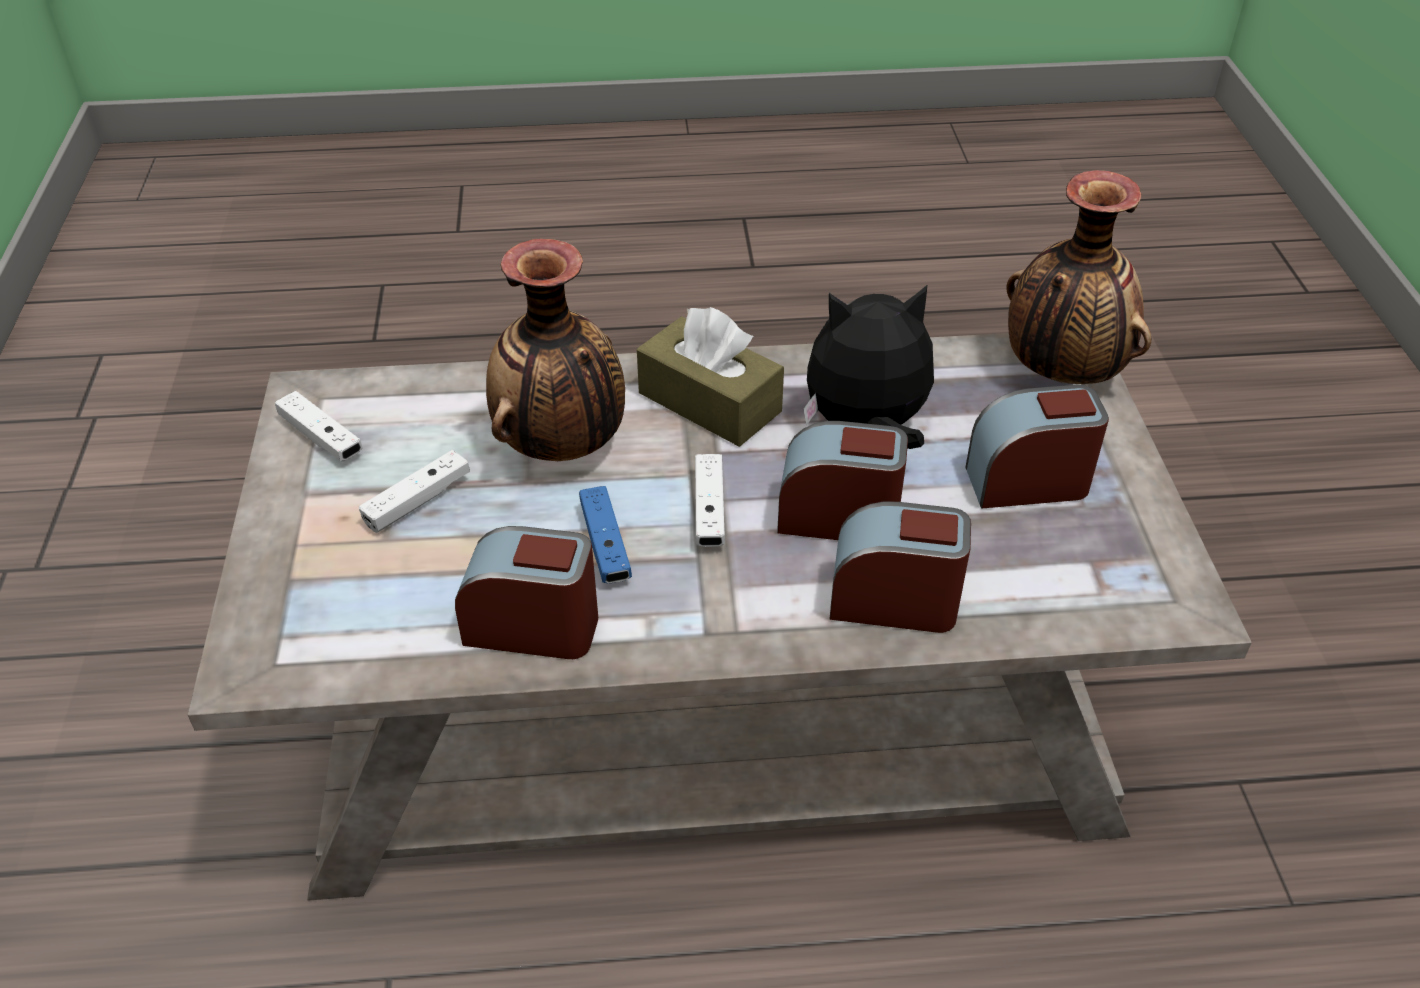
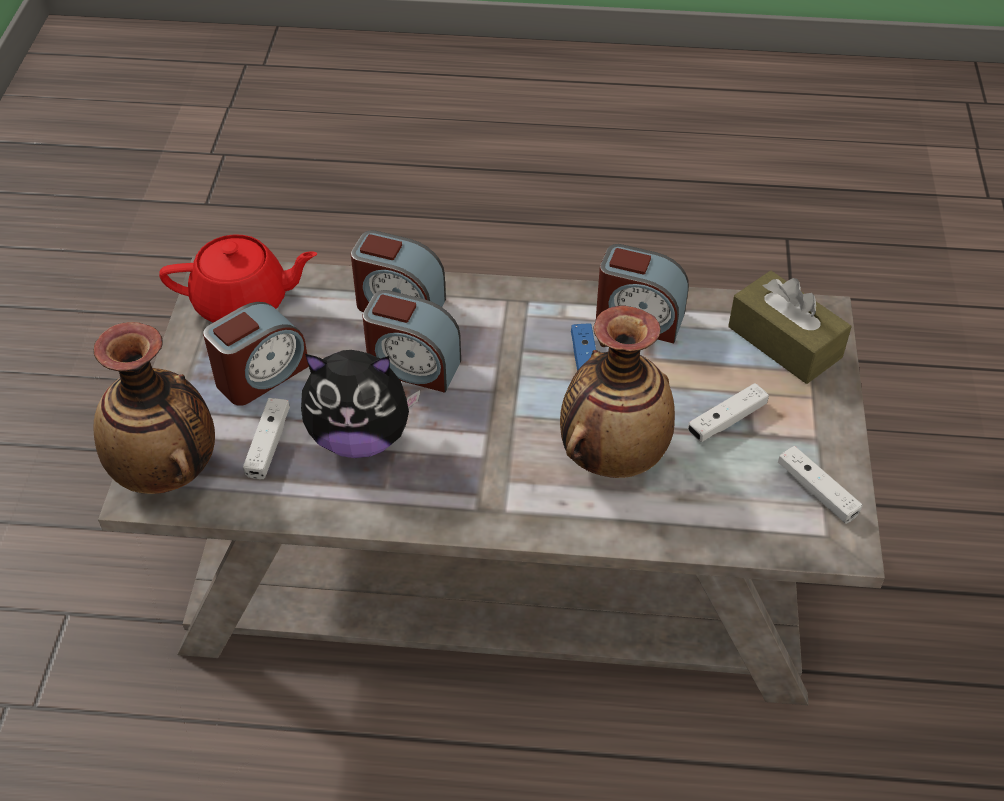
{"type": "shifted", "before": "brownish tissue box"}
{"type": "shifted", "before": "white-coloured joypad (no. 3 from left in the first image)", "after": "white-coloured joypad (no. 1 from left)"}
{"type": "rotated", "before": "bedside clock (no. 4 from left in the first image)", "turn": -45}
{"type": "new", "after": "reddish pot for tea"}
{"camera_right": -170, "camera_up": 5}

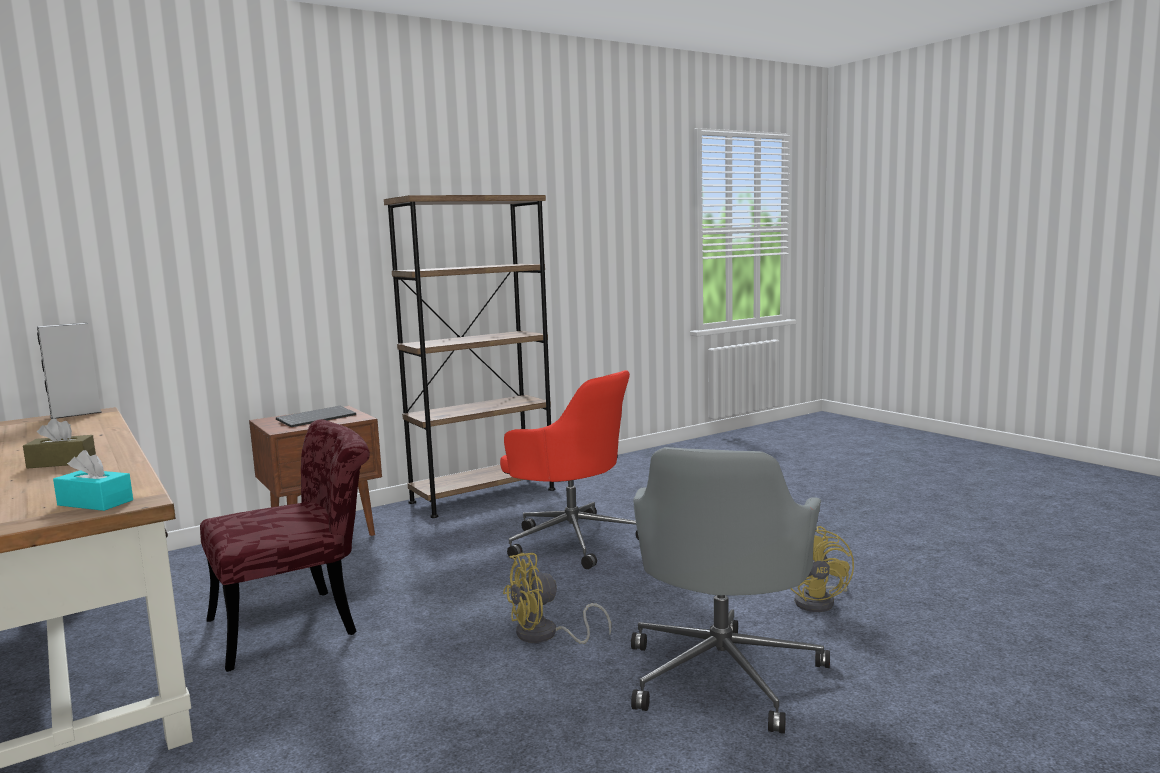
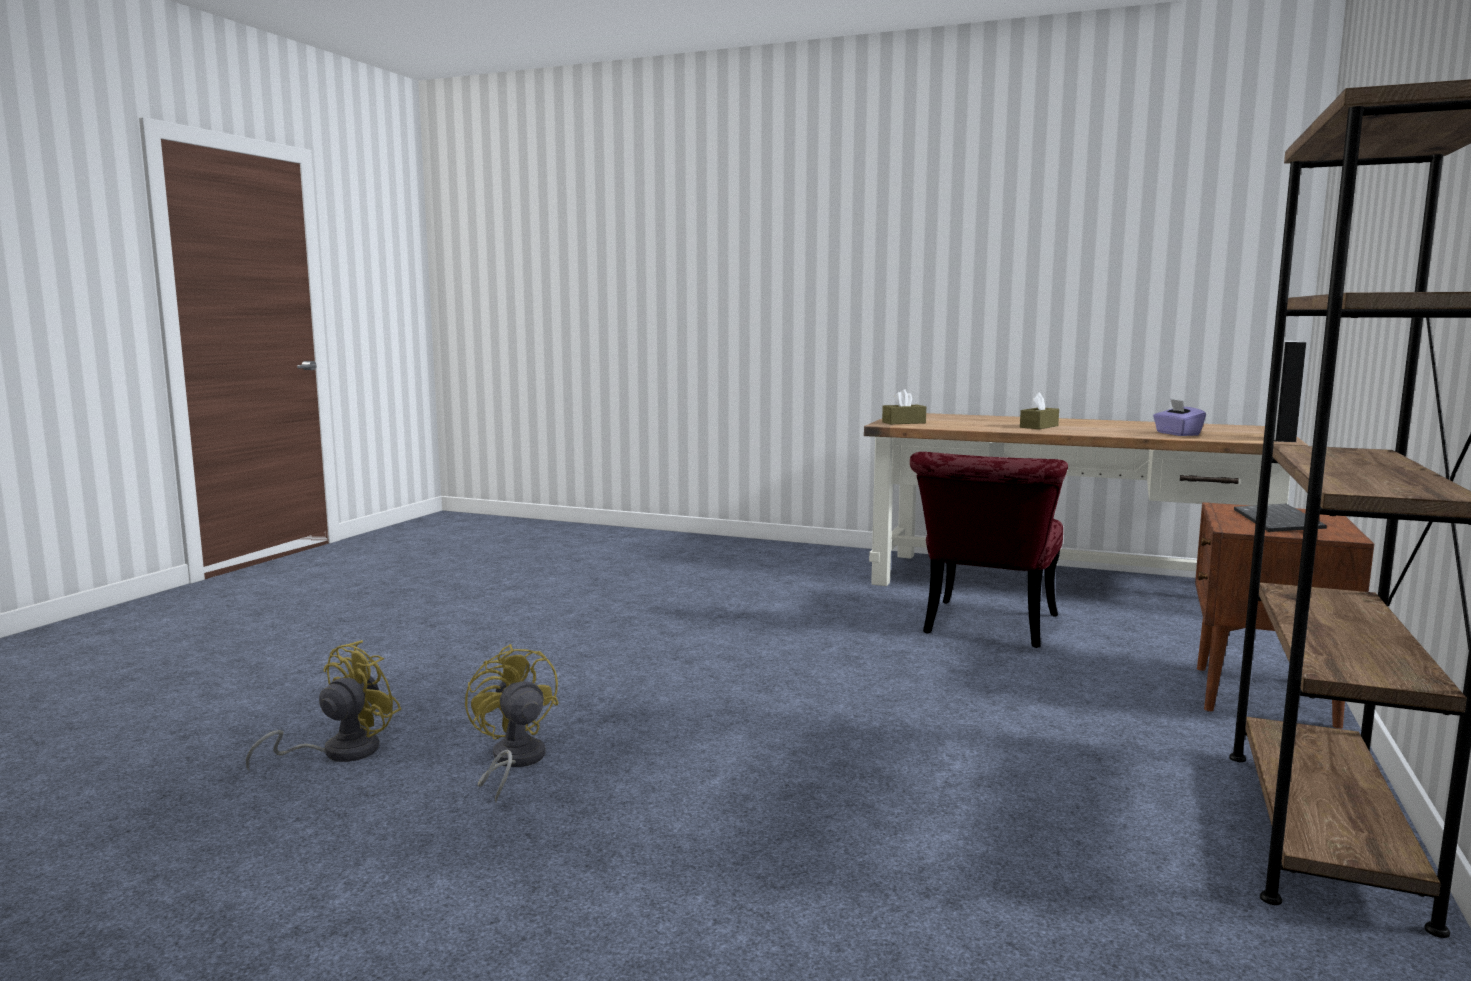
{"type": "repainted", "before": "turquoise-coloured tissue box", "after": "brownish tissue box (no. 1 from left)"}
{"type": "gone", "before": "reddish office chair"}
{"type": "shifted", "before": "yellowish cooling fan (no. 1 from left)"}
{"type": "gone", "before": "grey office chair"}
{"type": "new", "after": "purple-coloured tissue box"}
{"camera_right": 145, "camera_up": 0}

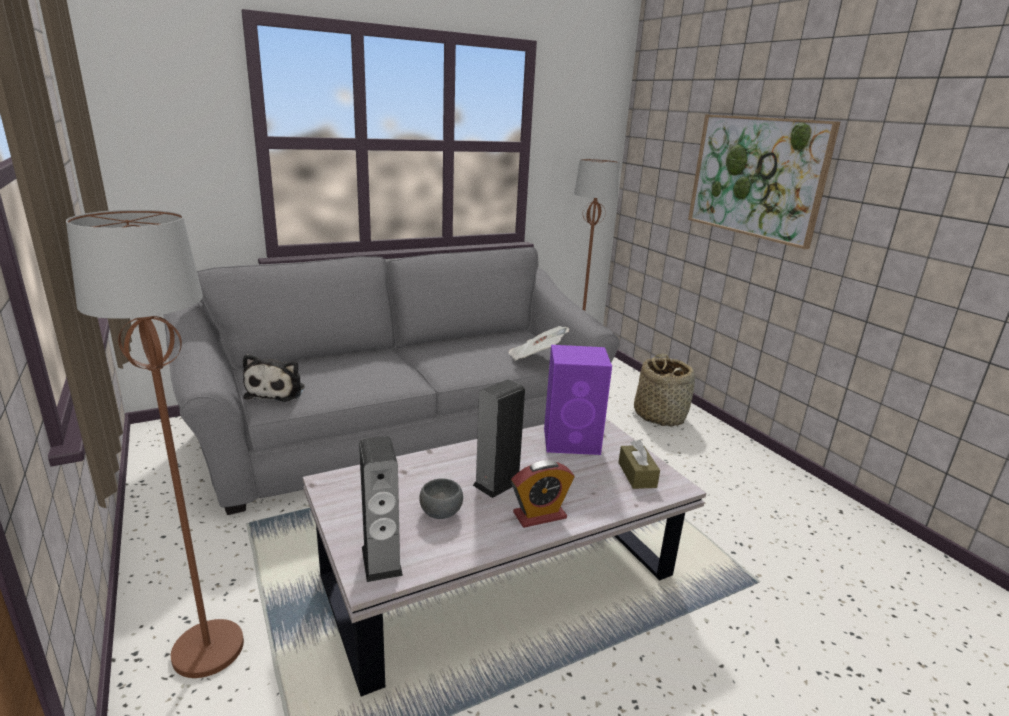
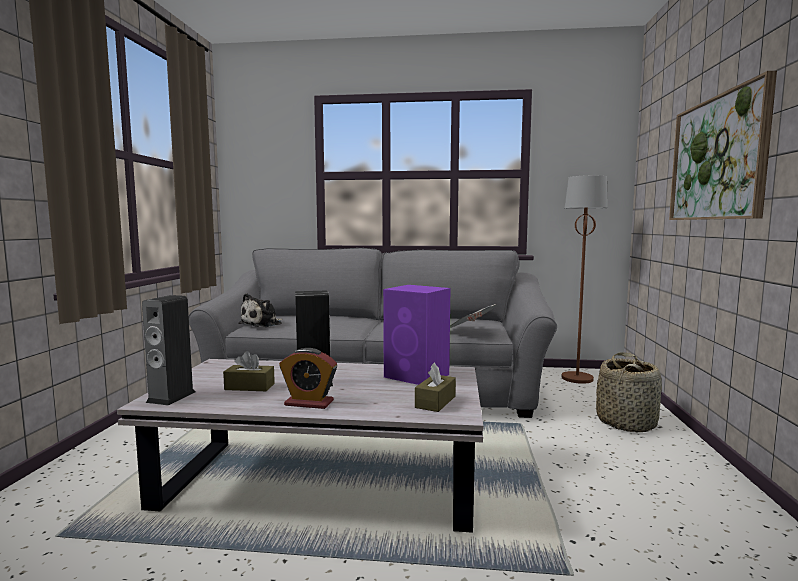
{"type": "gone", "before": "brownish floor lamp (no. 1 from left)"}
{"type": "swapped", "before": "grey deep dish", "after": "brownish tissue box (no. 1 from left)"}
{"camera_right": 35, "camera_up": -15}

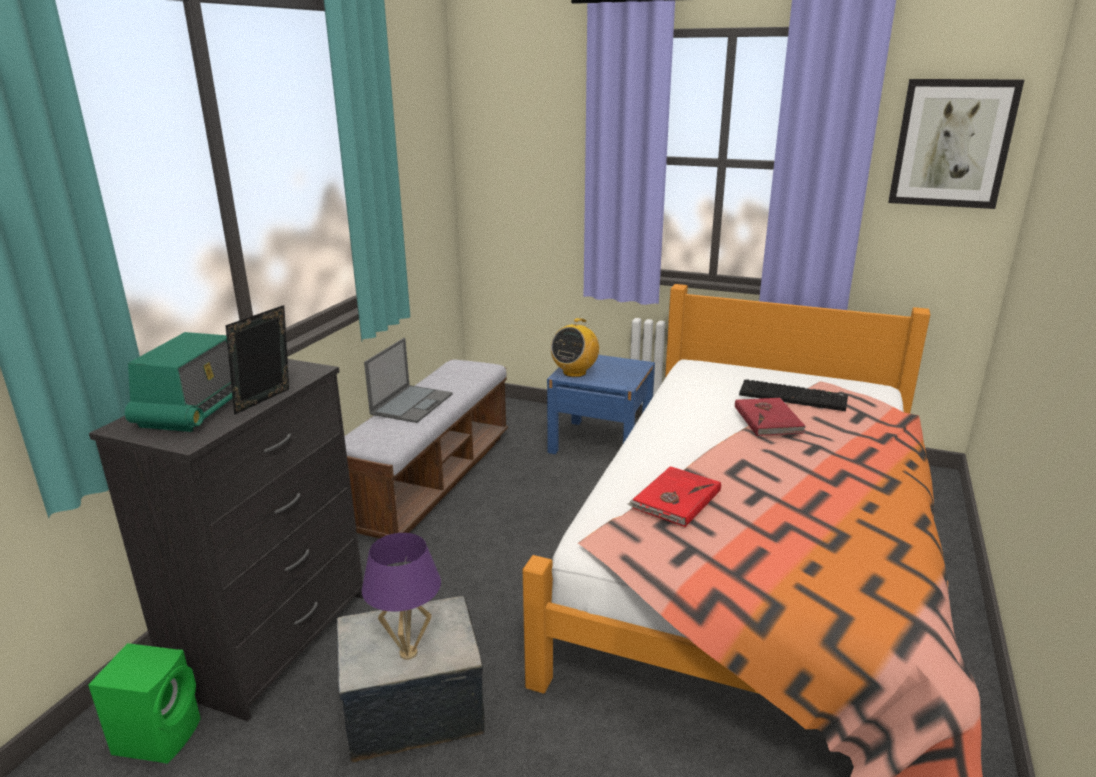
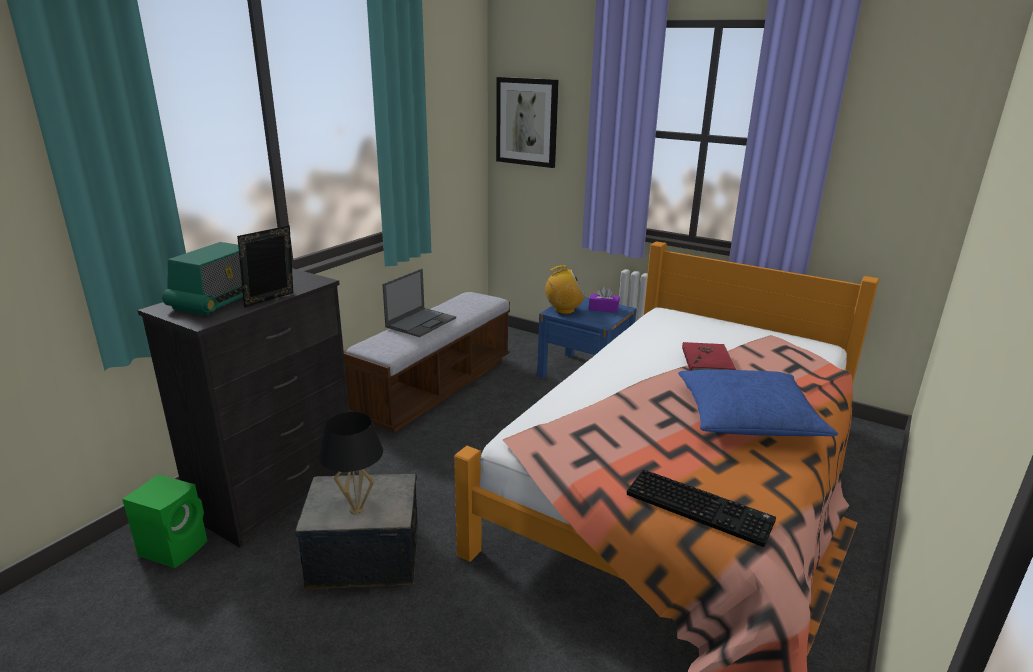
{"type": "repainted", "before": "purple-coloured table lamp", "after": "black table lamp"}
{"type": "rotated", "before": "radio (no. 2 from left)", "turn": -135}
{"type": "gone", "before": "reddish bound book (no. 1 from left)"}
{"type": "shifted", "before": "PC keyboard"}
{"type": "shifted", "before": "picture"}
{"type": "new", "after": "purple-coloured tissue box"}
{"type": "new", "after": "blue-coloured cushion"}
{"camera_right": 10, "camera_up": 0}

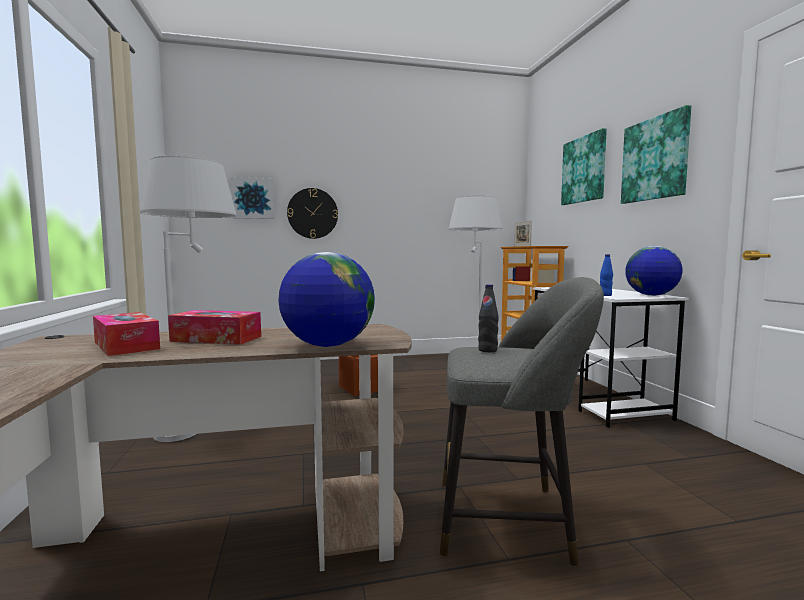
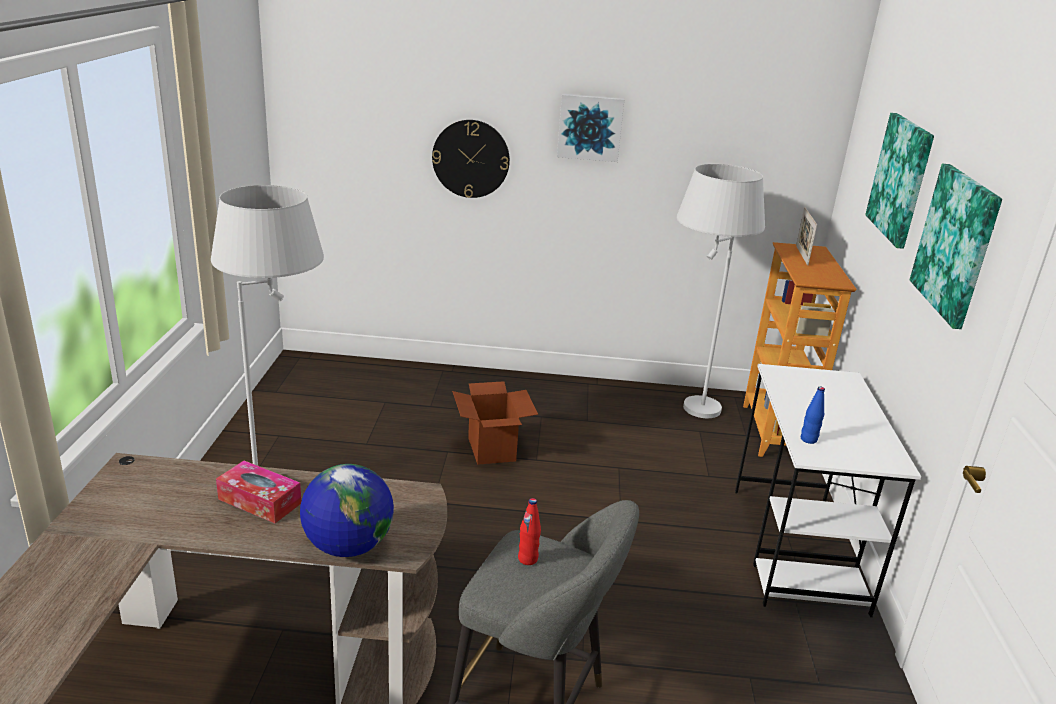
{"type": "gone", "before": "tissue box (no. 1 from left)"}
{"type": "shifted", "before": "picture (no. 1 from left)"}
{"type": "repainted", "before": "black bottle", "after": "reddish bottle"}
{"type": "gone", "before": "world globe (no. 2 from left)"}
{"camera_right": 15, "camera_up": 20}

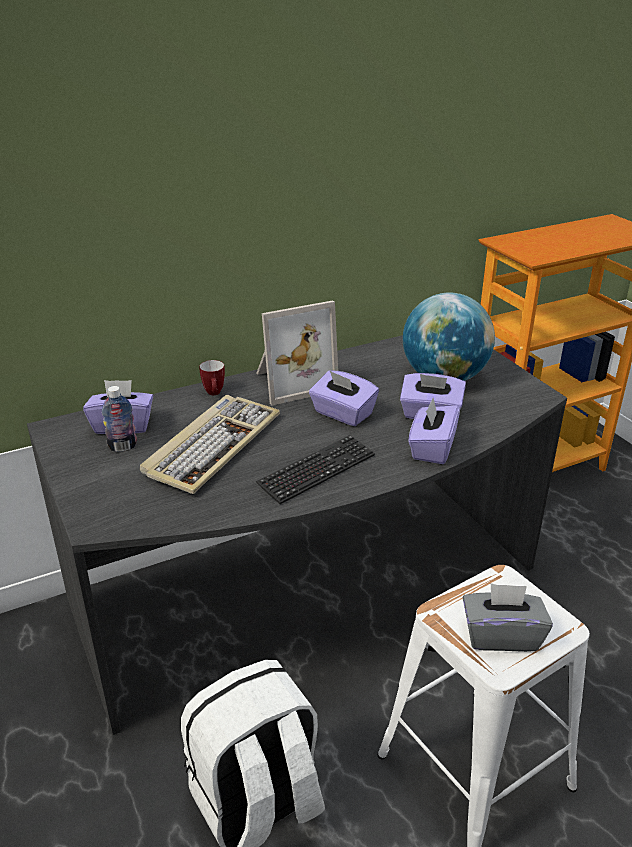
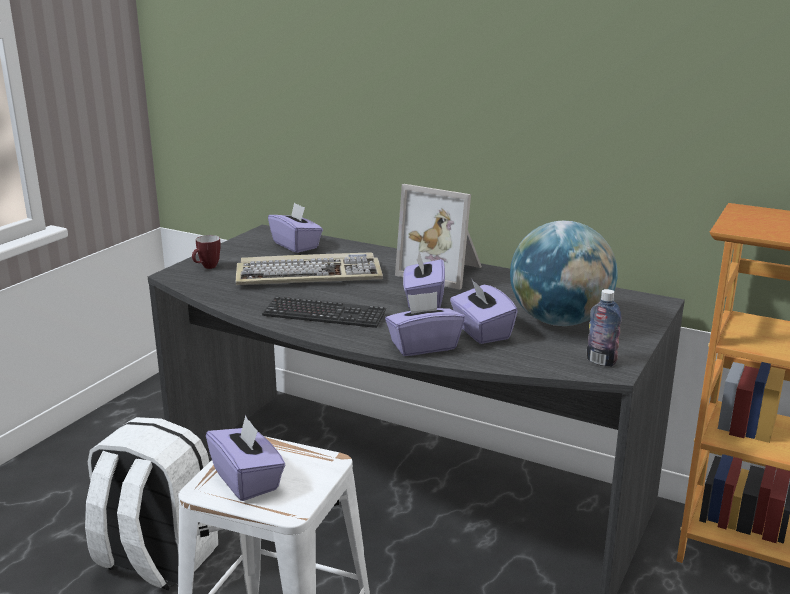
{"type": "shifted", "before": "bottle"}
{"type": "shifted", "before": "mug"}
{"type": "repainted", "before": "grey tissue box", "after": "purple-coloured tissue box (no. 1 from left)"}
{"camera_right": 55, "camera_up": -10}

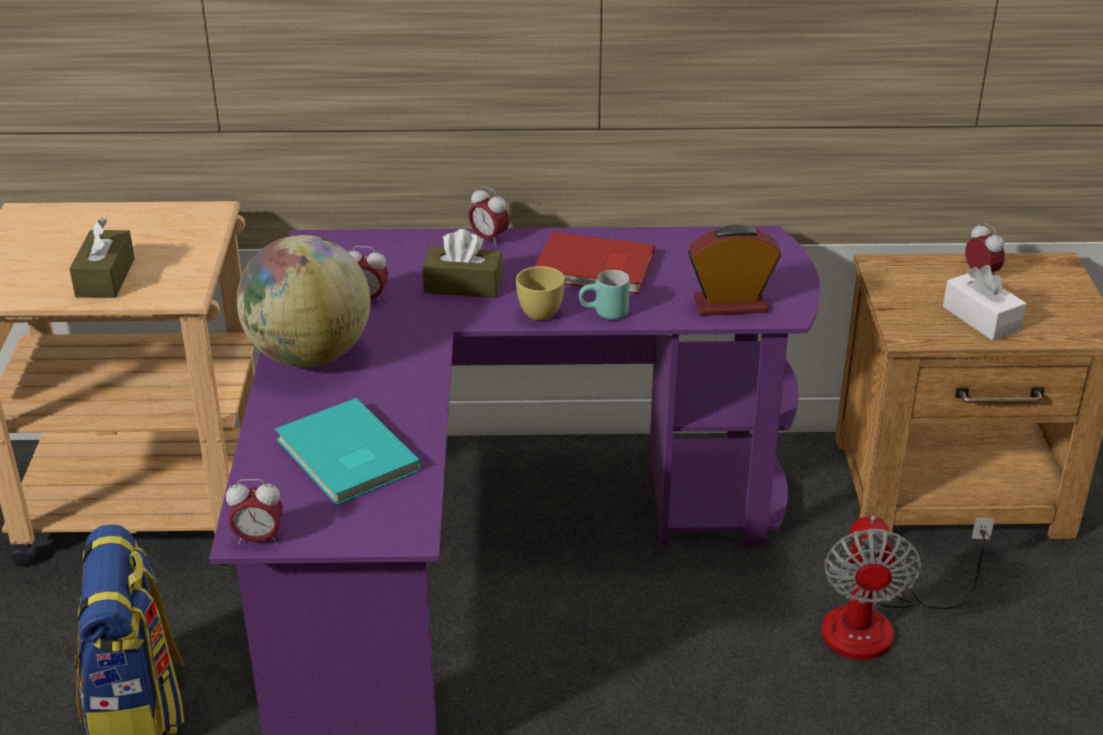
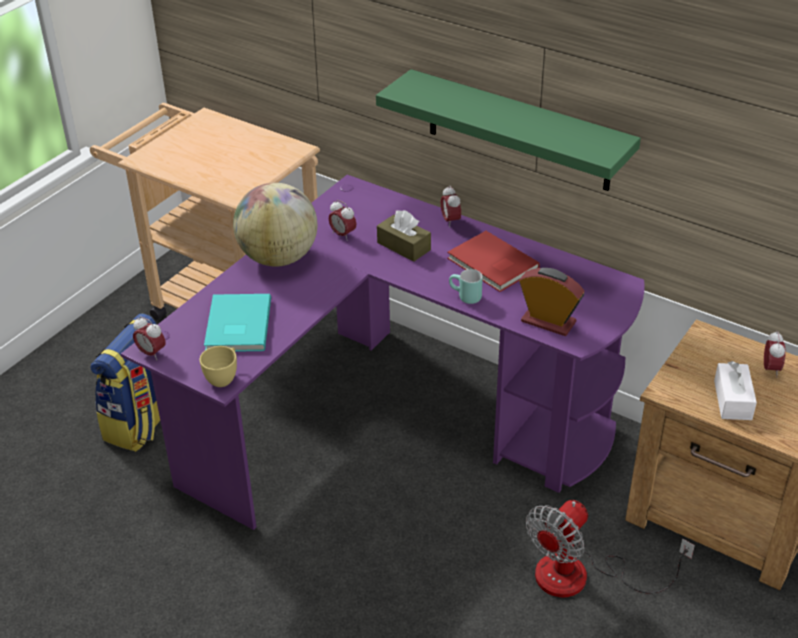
{"type": "gone", "before": "brownish tissue box (no. 1 from left)"}
{"type": "shifted", "before": "yellowish drinking cup"}
{"type": "new", "after": "green-coloured wall shelf"}
{"camera_right": 35, "camera_up": 5}

